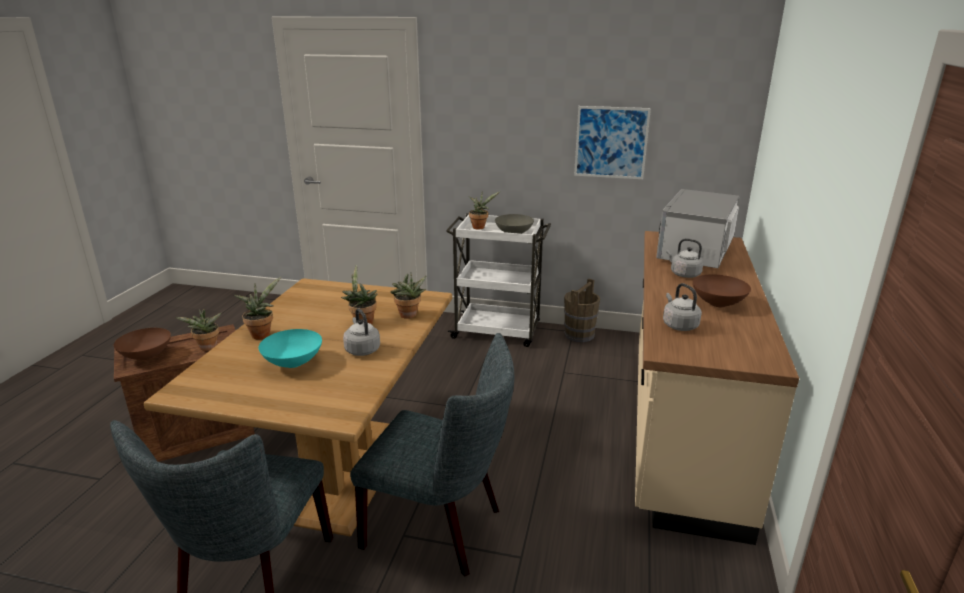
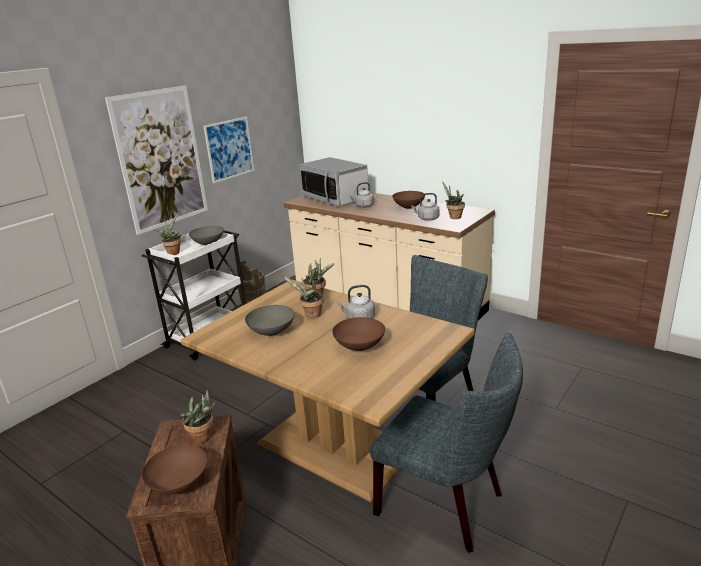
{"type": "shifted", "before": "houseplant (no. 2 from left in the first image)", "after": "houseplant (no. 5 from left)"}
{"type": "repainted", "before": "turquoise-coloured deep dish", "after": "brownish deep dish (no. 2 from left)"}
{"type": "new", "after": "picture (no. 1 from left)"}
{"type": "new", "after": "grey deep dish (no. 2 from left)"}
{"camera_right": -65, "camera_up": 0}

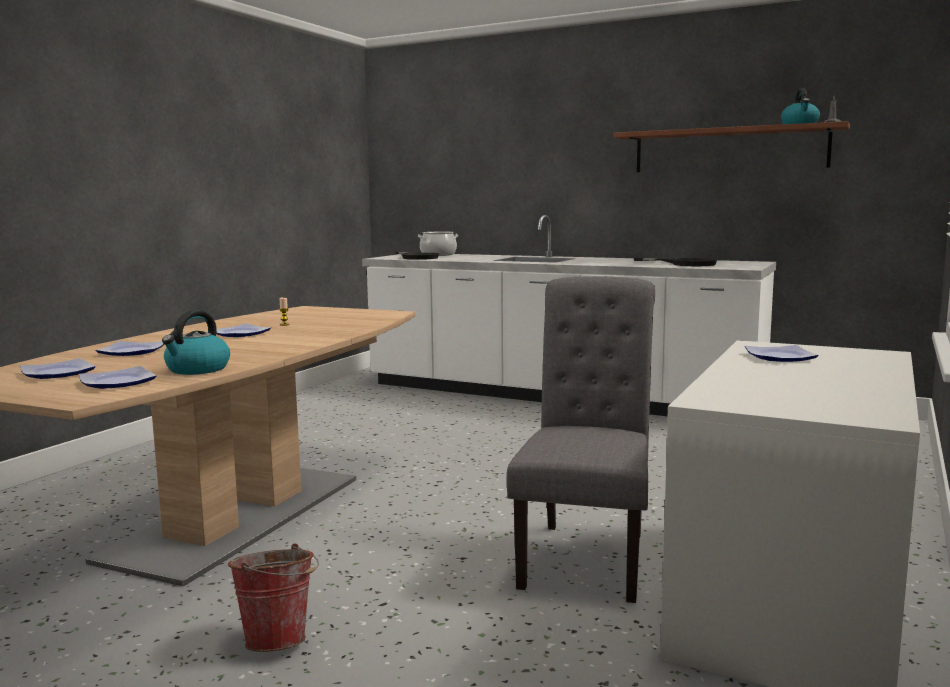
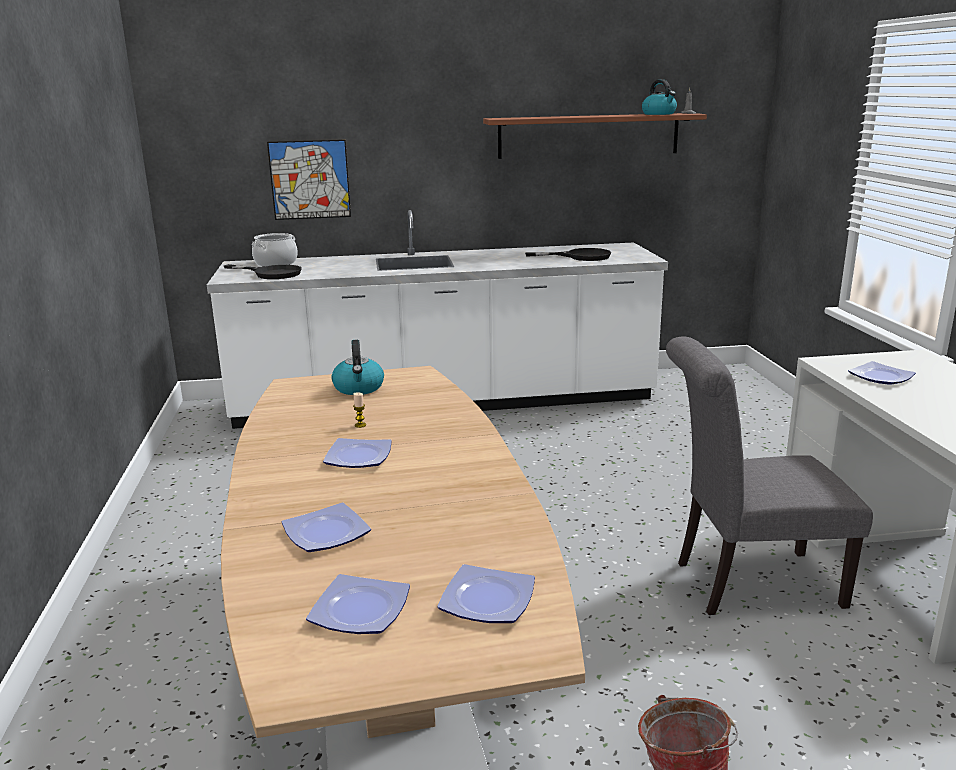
{"type": "shifted", "before": "kettle (no. 1 from left)"}
{"type": "rotated", "before": "grey chair", "turn": -75}
{"type": "new", "after": "picture"}
{"camera_right": -35, "camera_up": 10}

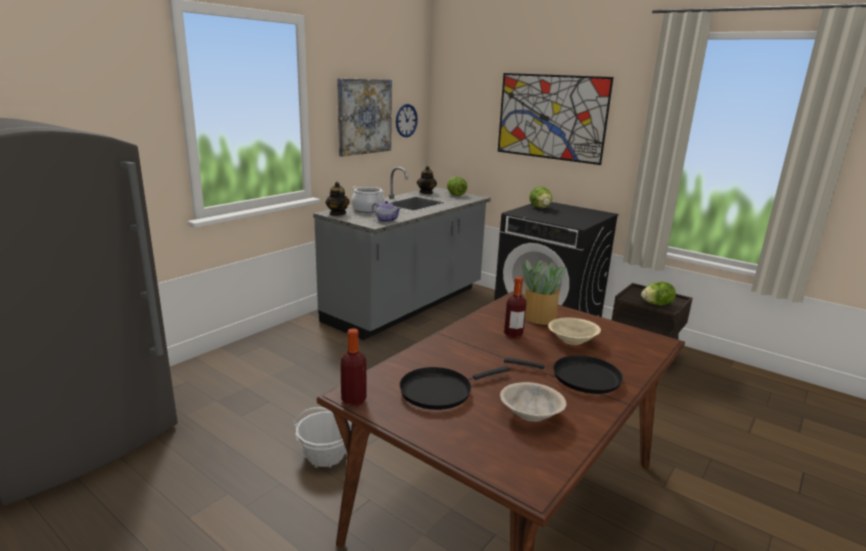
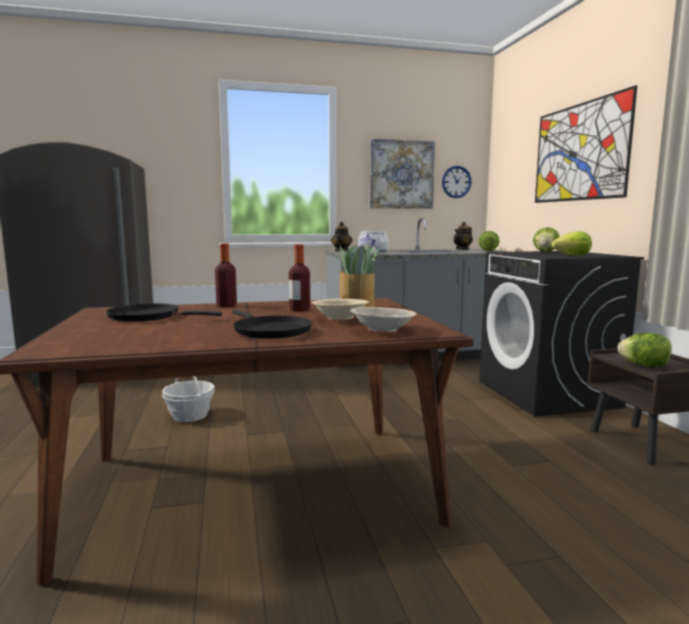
{"type": "shifted", "before": "bottle (no. 1 from left)"}
{"type": "shifted", "before": "sand-coloured deep dish (no. 1 from left in the first image)", "after": "sand-coloured deep dish (no. 2 from left)"}
{"type": "new", "after": "lettuce (no. 3 from left)"}
{"camera_right": 40, "camera_up": -10}

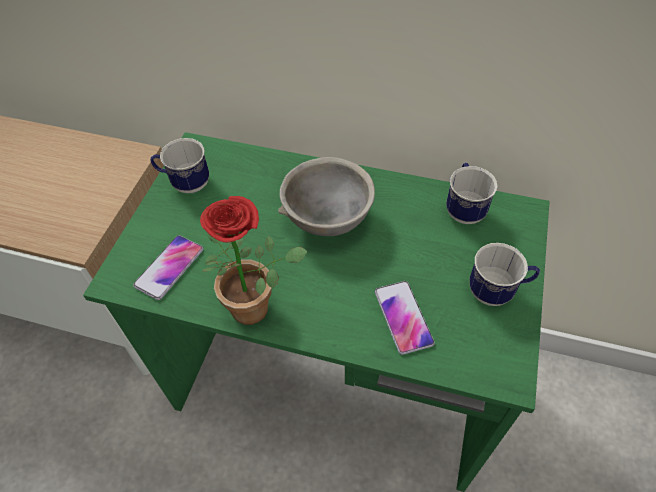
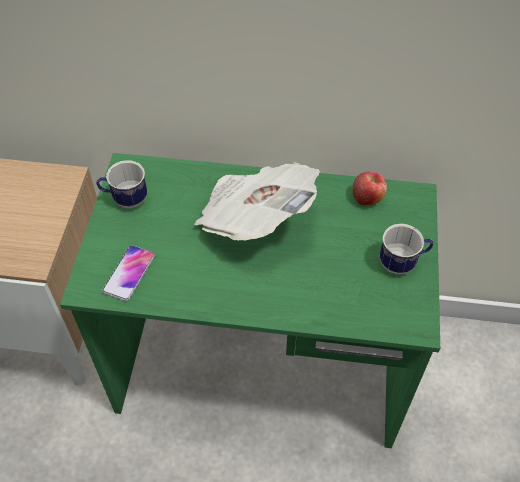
{"type": "gone", "before": "houseplant"}
{"type": "swapped", "before": "grey deep dish", "after": "printed paper"}
{"type": "gone", "before": "telephone (no. 2 from left)"}
{"type": "swapped", "before": "mug (no. 2 from left)", "after": "whole apple"}
{"camera_right": -10, "camera_up": 0}

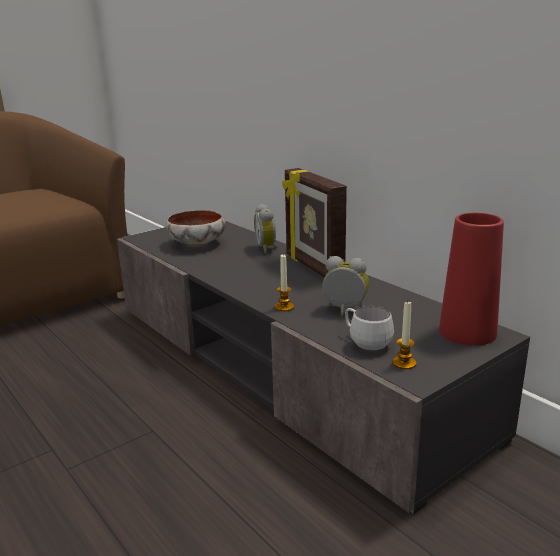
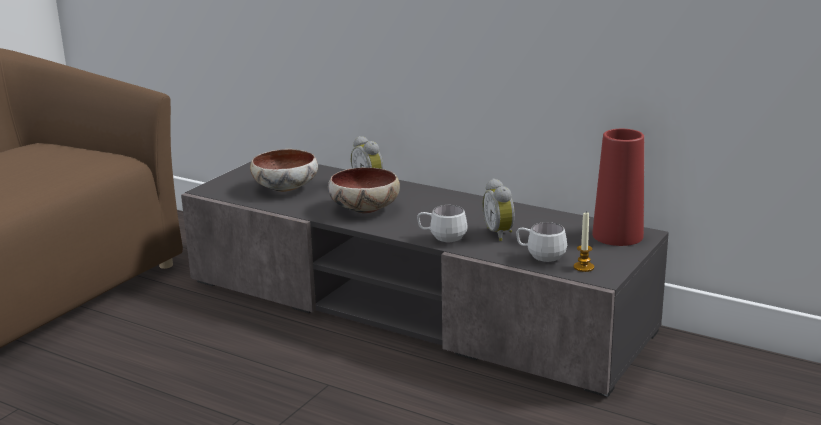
{"type": "swapped", "before": "wax candle (no. 1 from left)", "after": "white-coloured mug (no. 1 from left)"}
{"type": "gone", "before": "standing frame"}
{"type": "rotated", "before": "bedside clock (no. 2 from left)", "turn": -105}
{"type": "new", "after": "deep dish (no. 2 from left)"}
{"camera_right": -20, "camera_up": 0}

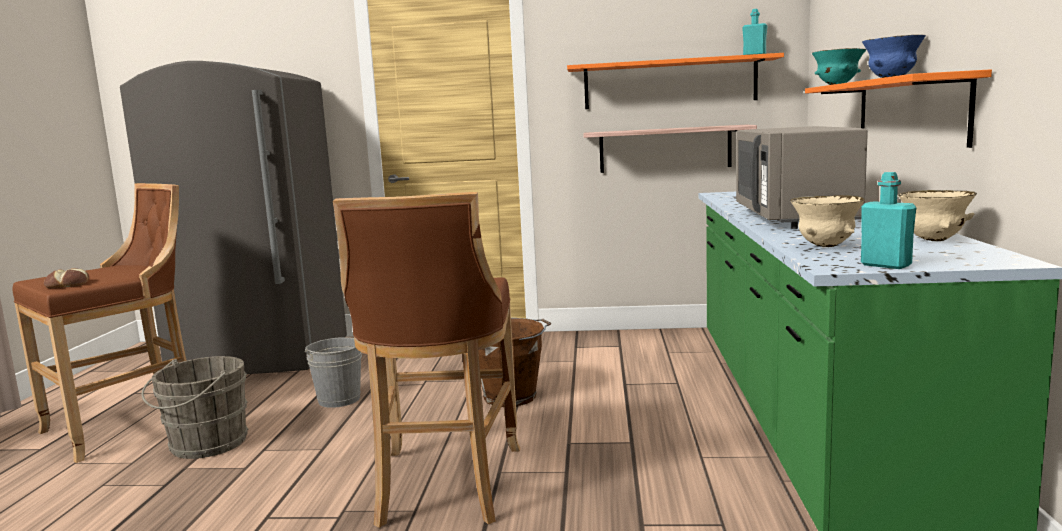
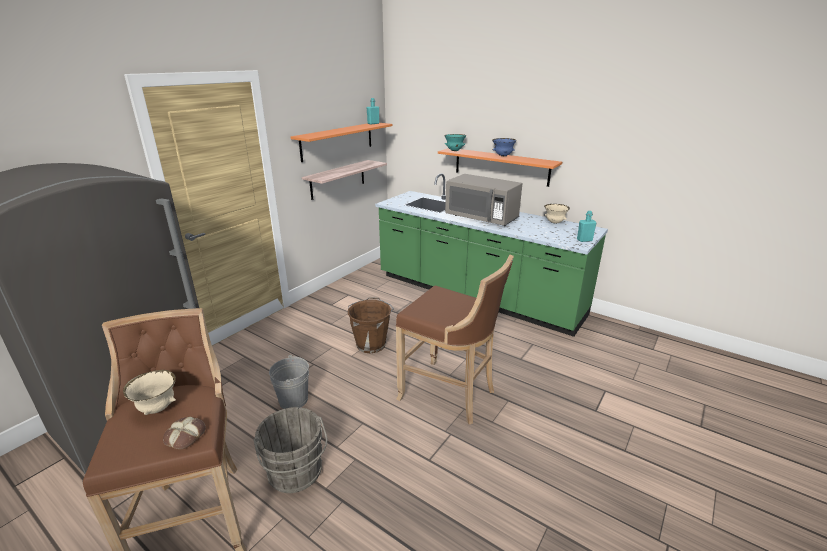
{"type": "shifted", "before": "sand-coloured deep dish (no. 1 from left)"}
{"camera_right": -60, "camera_up": 15}

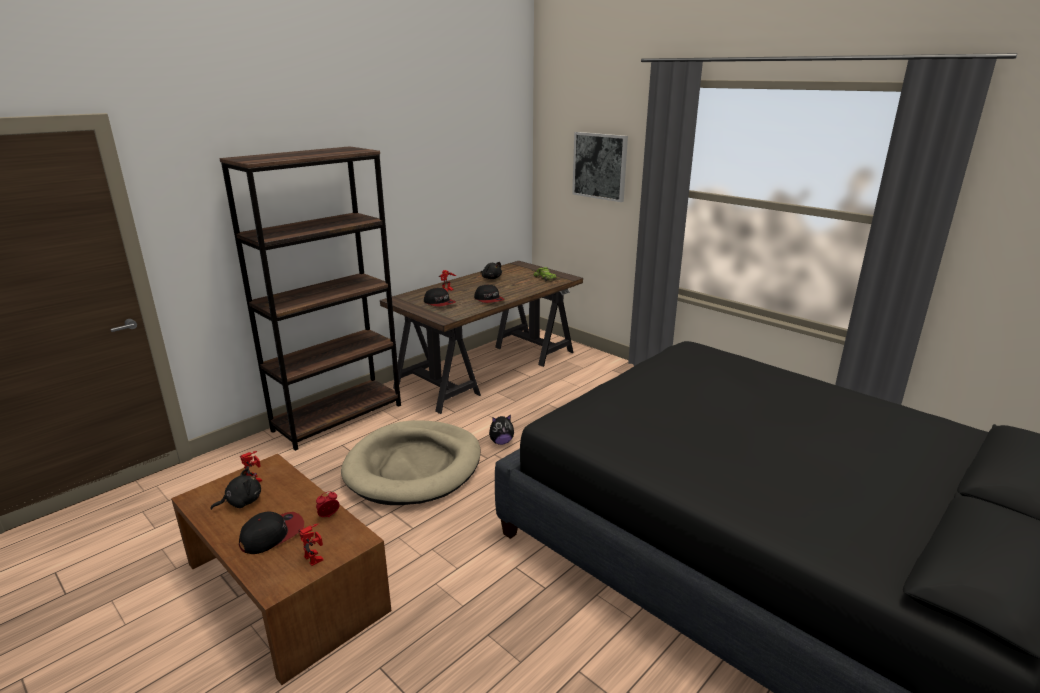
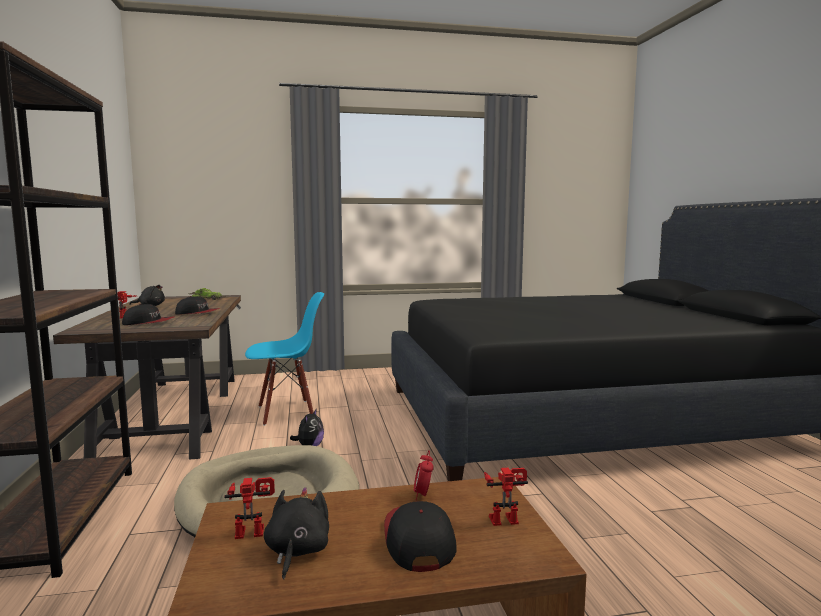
{"type": "gone", "before": "picture"}
{"type": "new", "after": "blue-coloured chair"}
{"camera_right": -55, "camera_up": -15}

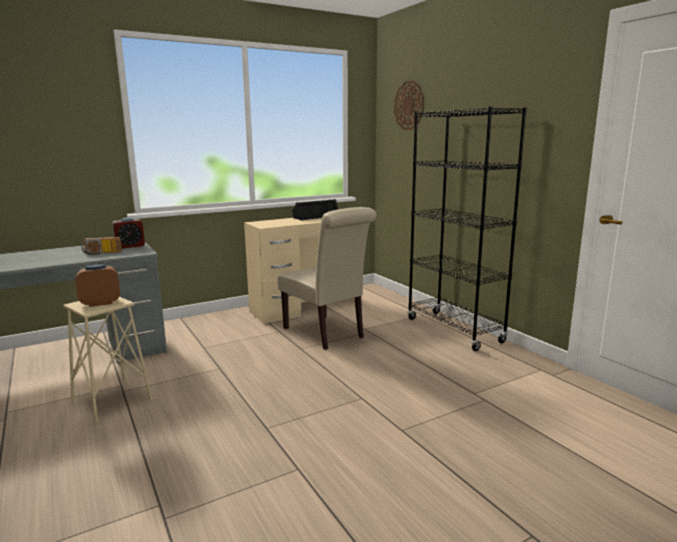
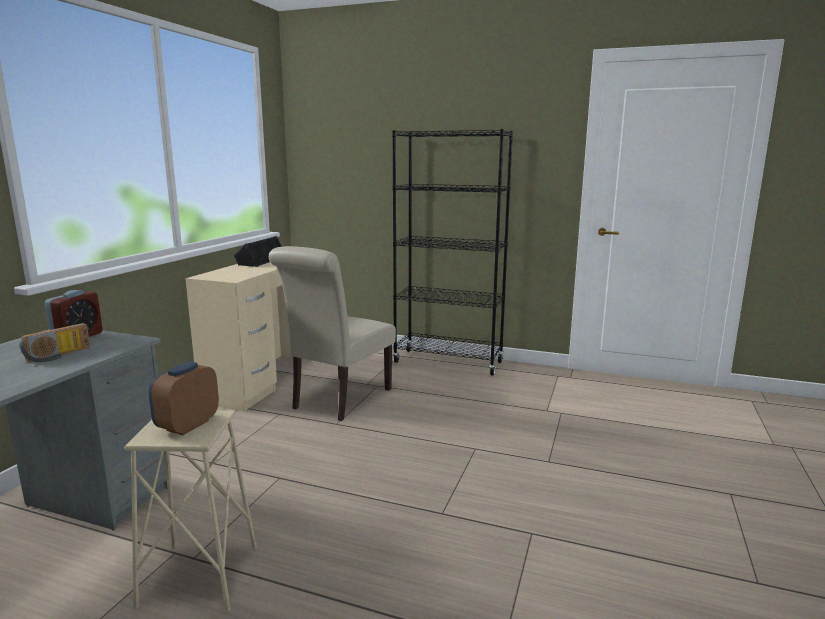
{"type": "rotated", "before": "sand-coloured chair", "turn": 105}
{"type": "gone", "before": "wall clock"}
{"camera_right": -40, "camera_up": 0}

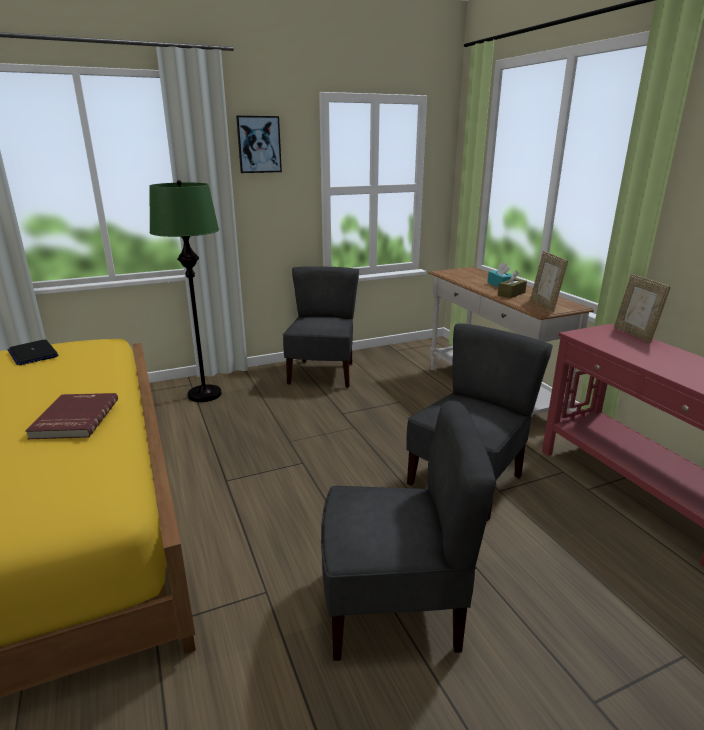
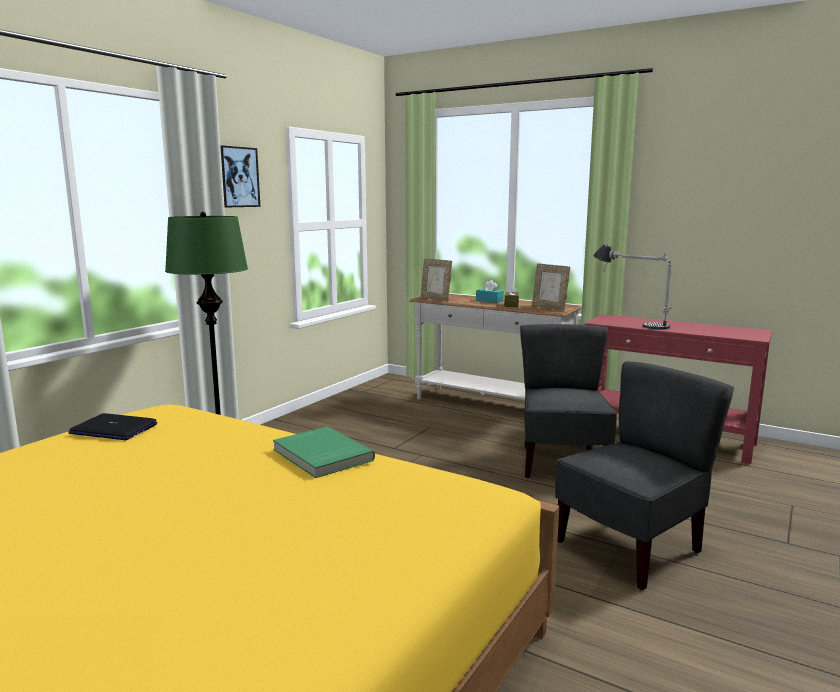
{"type": "repainted", "before": "reddish bound book", "after": "green-coloured bound book"}
{"type": "gone", "before": "grey chair (no. 1 from left)"}
{"type": "shifted", "before": "standing frame (no. 2 from left in the first image)", "after": "standing frame (no. 1 from left)"}
{"type": "new", "after": "table lamp"}
{"camera_right": -35, "camera_up": -10}

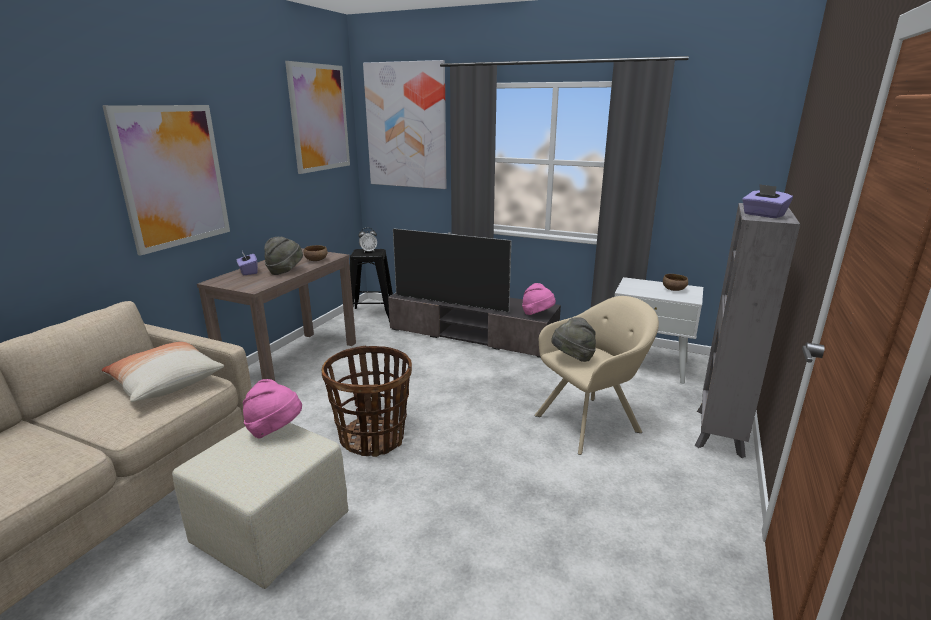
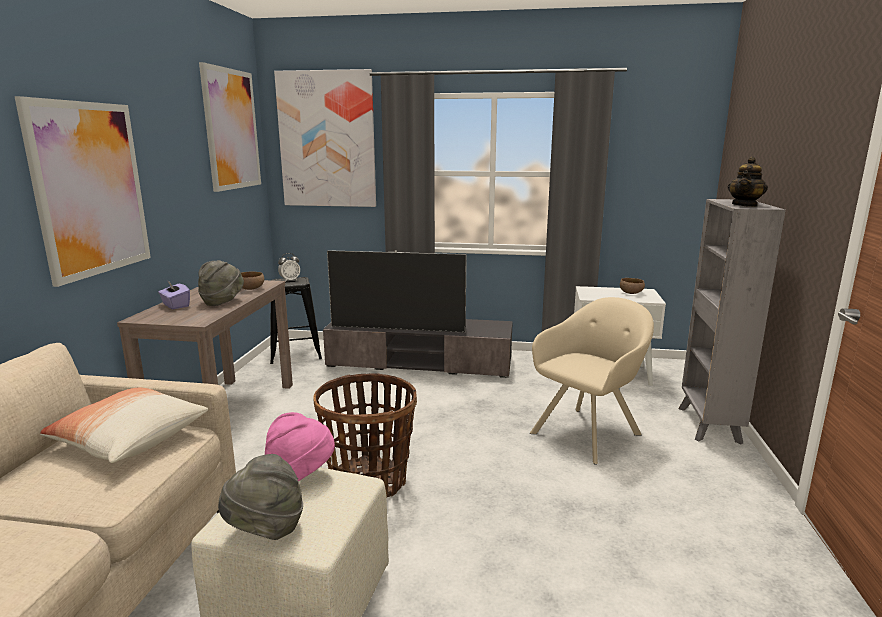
{"type": "gone", "before": "pink hat (no. 2 from left)"}
{"type": "shifted", "before": "grey hat (no. 2 from left)"}
{"type": "swapped", "before": "purple-coloured tissue box (no. 2 from left)", "after": "pot for tea"}
{"camera_right": -15, "camera_up": -5}

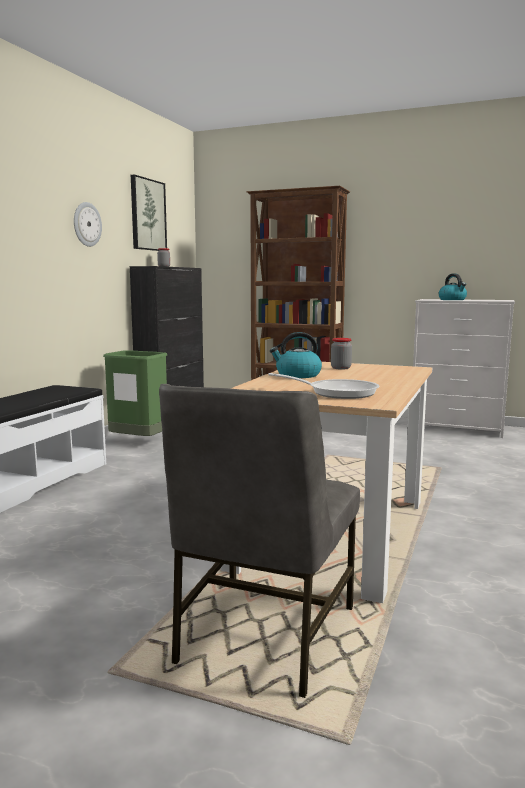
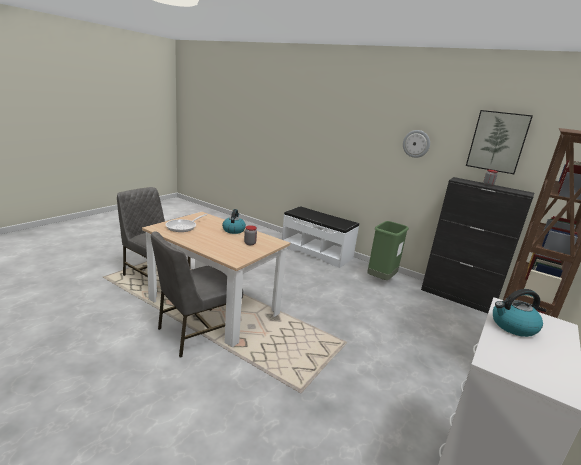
{"type": "new", "after": "grey chair (no. 2 from left)"}
{"camera_right": 100, "camera_up": 10}

